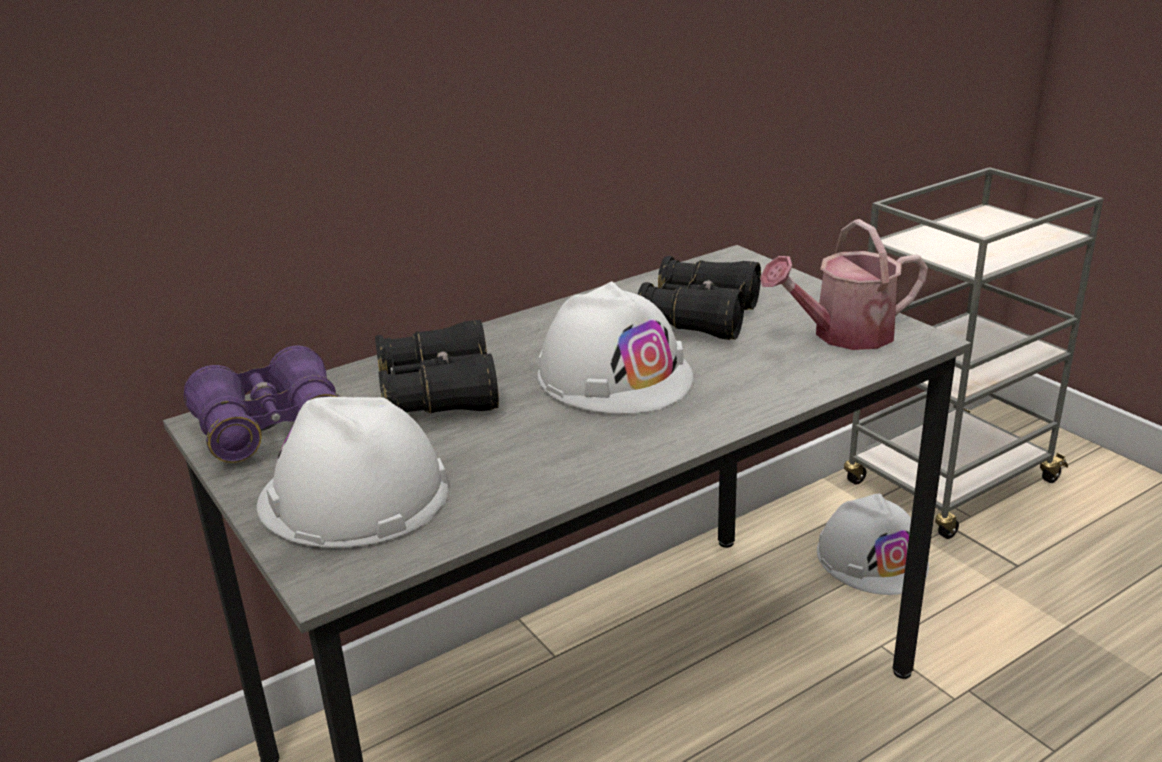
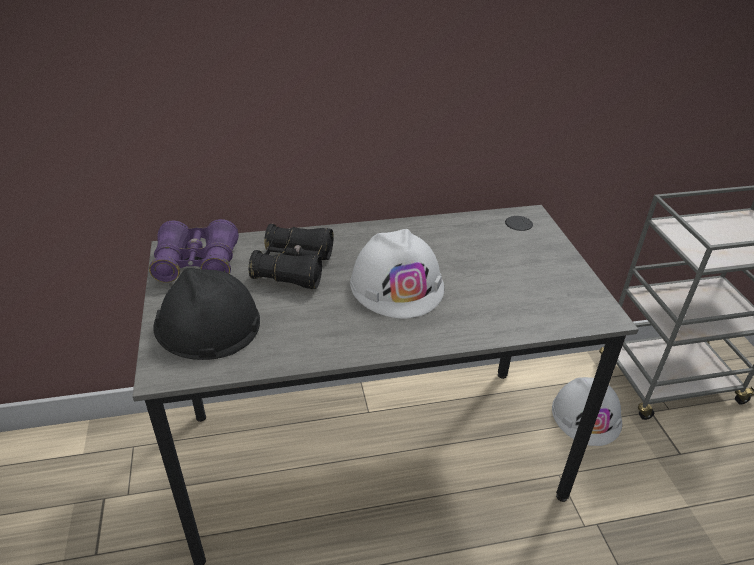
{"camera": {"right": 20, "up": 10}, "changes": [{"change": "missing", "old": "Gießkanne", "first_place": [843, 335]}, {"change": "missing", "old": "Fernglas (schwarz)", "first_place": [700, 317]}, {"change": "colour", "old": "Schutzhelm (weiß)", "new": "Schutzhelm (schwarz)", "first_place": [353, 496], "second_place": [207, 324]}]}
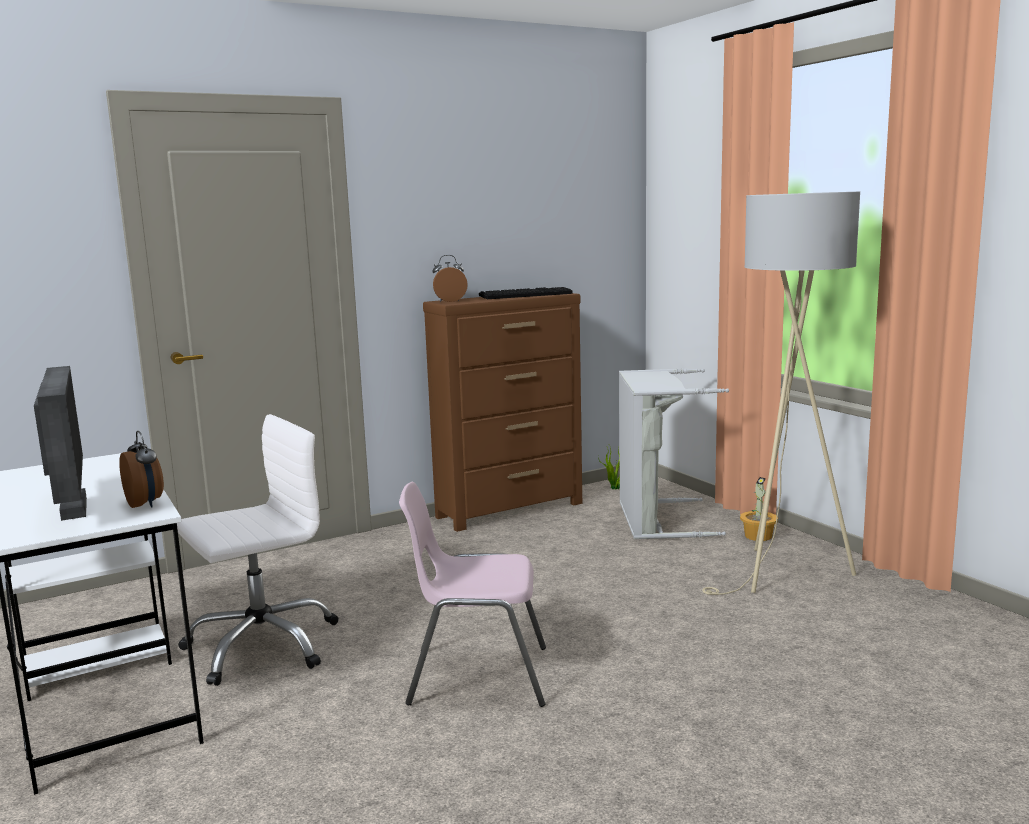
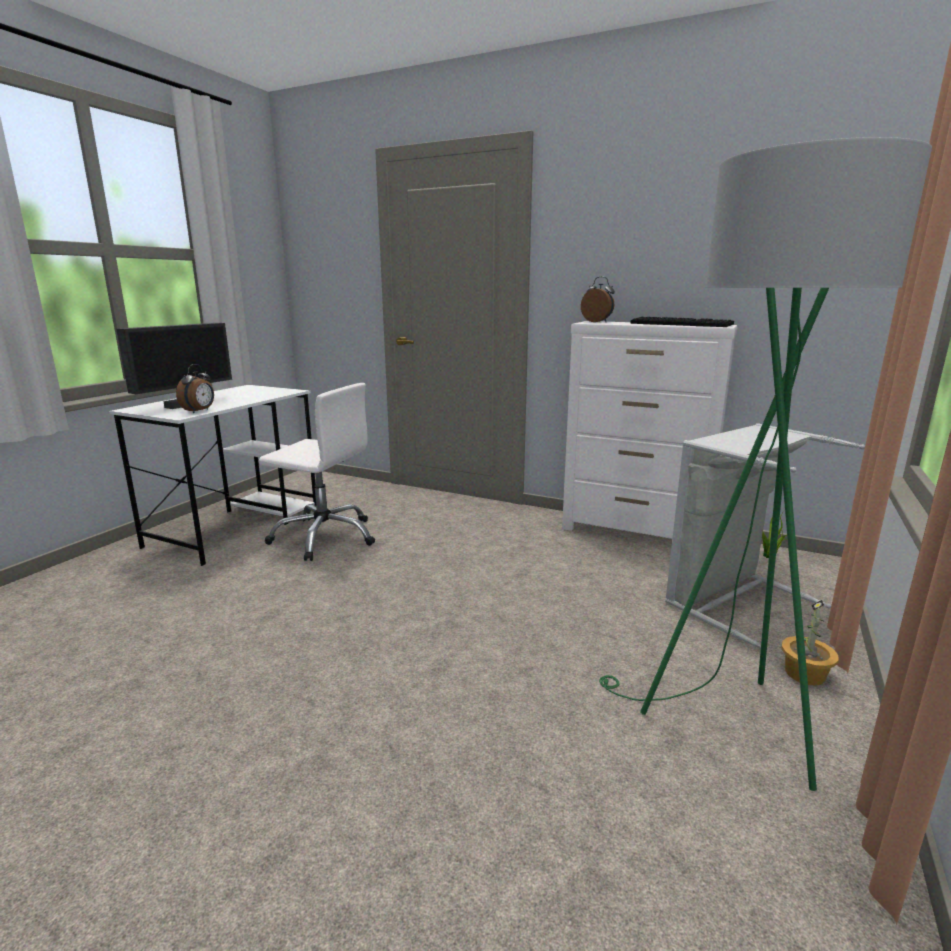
{"camera": {"right": 55, "up": 5}, "changes": [{"change": "colour", "old": "Stehlampe (beige)", "new": "Stehlampe (grün)", "first_place": [783, 576], "second_place": [721, 724]}, {"change": "colour", "old": "Kommode (braun)", "new": "Kommode (weiß)", "first_place": [511, 510], "second_place": [635, 533]}, {"change": "missing", "old": "Stuhl (rosa)", "first_place": [476, 675]}]}
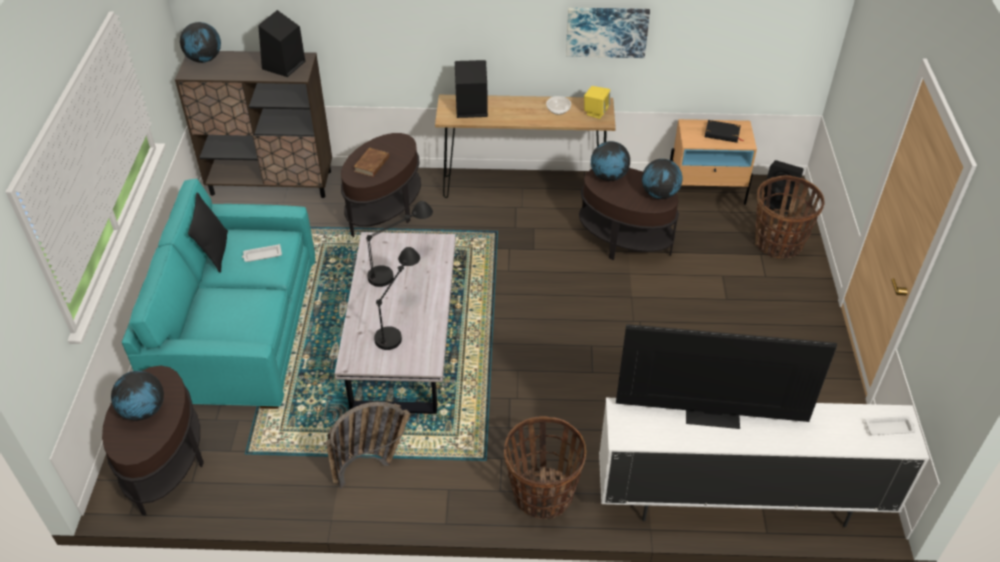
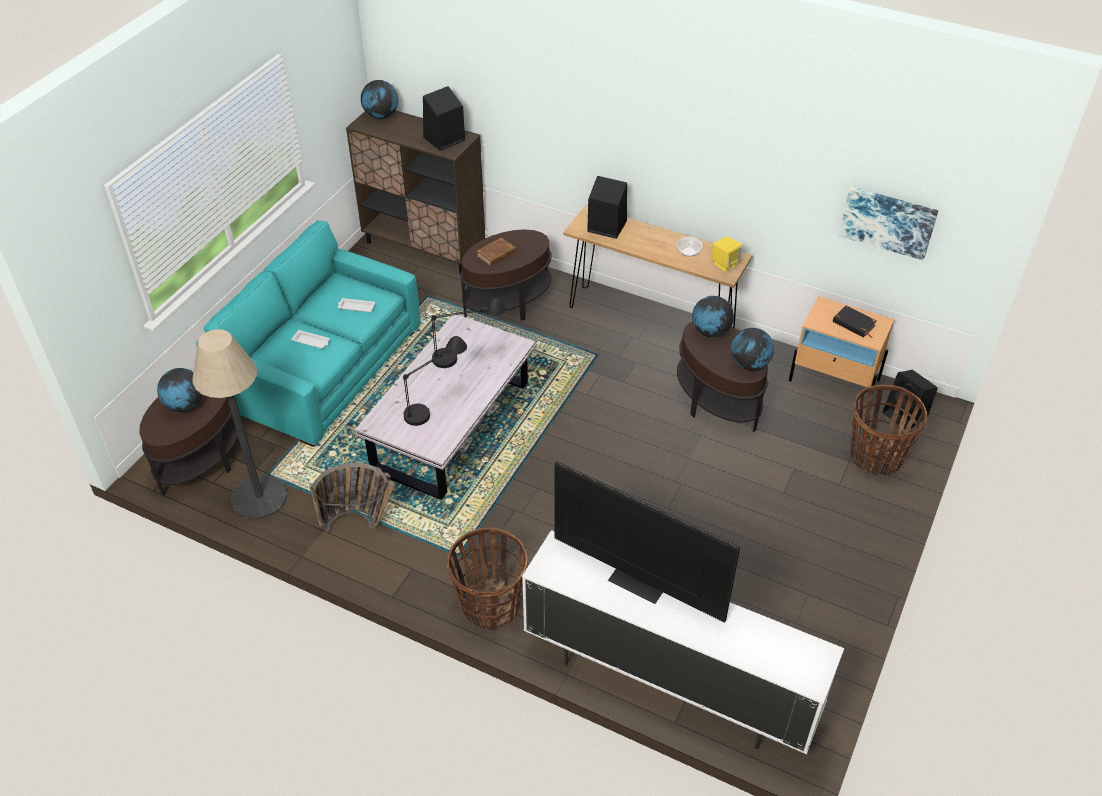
{"camera": {"right": 25, "up": 0}, "changes": [{"change": "relocated", "old": "Bild", "first_place": [606, 31], "second_place": [888, 221]}, {"change": "missing", "old": "Kissen (schwarz)", "first_place": [215, 252]}, {"change": "relocated", "old": "Tablett (weiß)", "first_place": [889, 428], "second_place": [311, 341]}, {"change": "appeared", "new": "Stehlampe", "second_place": [259, 497]}]}
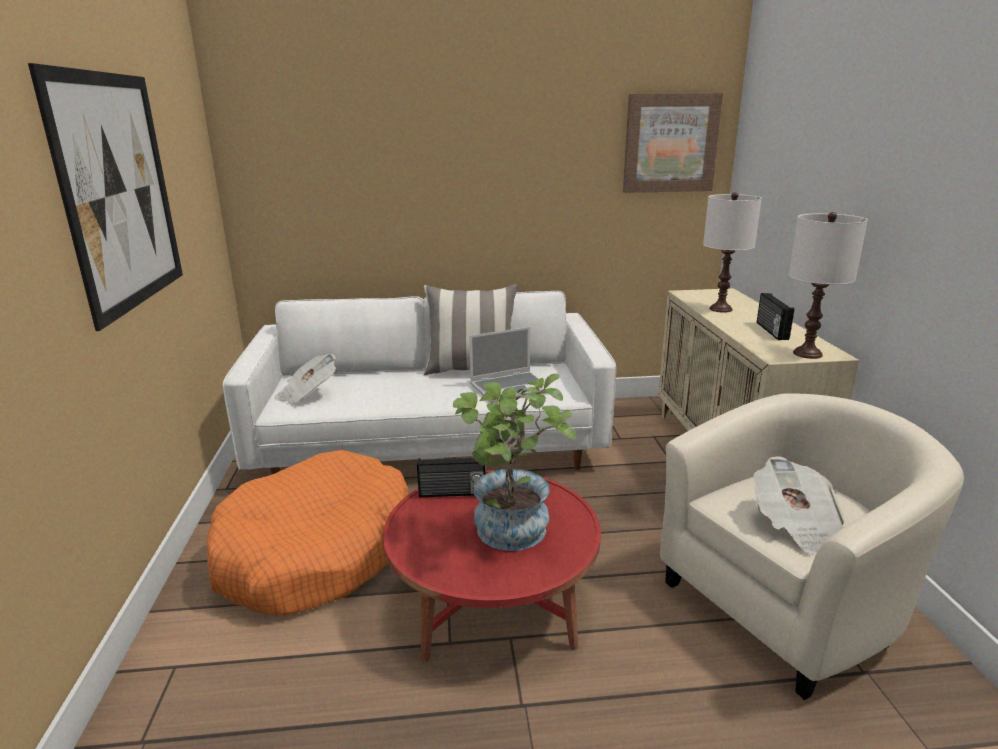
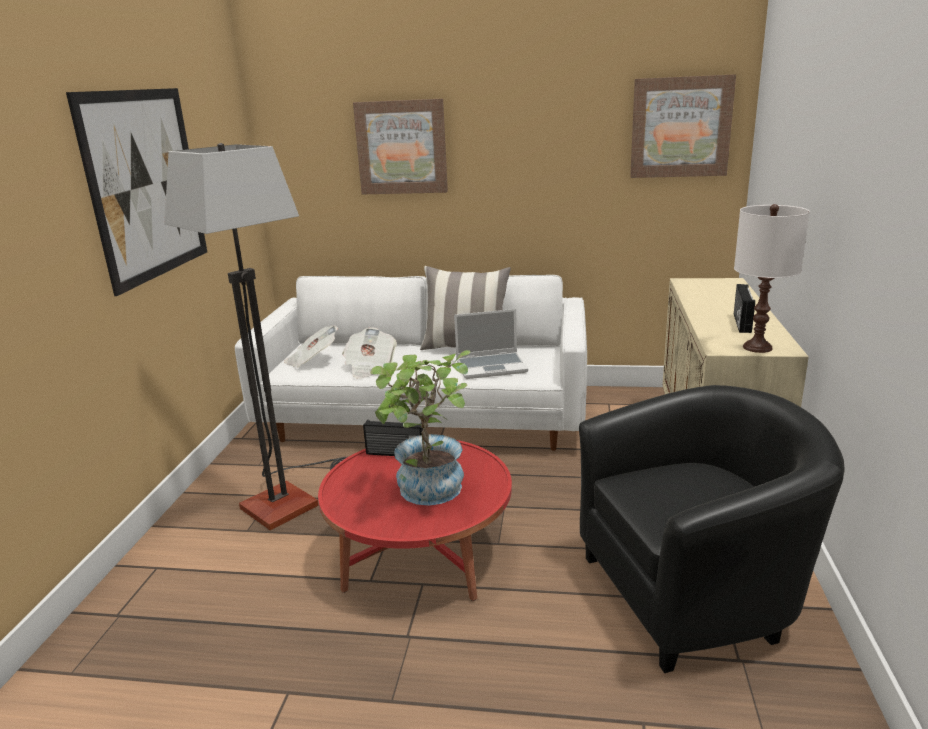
{"camera": {"right": 15, "up": 0}, "changes": [{"change": "missing", "old": "Tischlampe (weiß)", "first_place": [720, 309]}, {"change": "colour", "old": "Sessel (beige)", "new": "Sessel (schwarz)", "first_place": [786, 605], "second_place": [694, 593]}, {"change": "exchanged", "old": "Hundebett (orange)", "new": "Stehlampe", "first_place": [316, 552], "second_place": [293, 496]}, {"change": "relocated", "old": "Zeitung", "first_place": [795, 525], "second_place": [370, 367]}, {"change": "appeared", "new": "Bild", "second_place": [401, 147]}]}
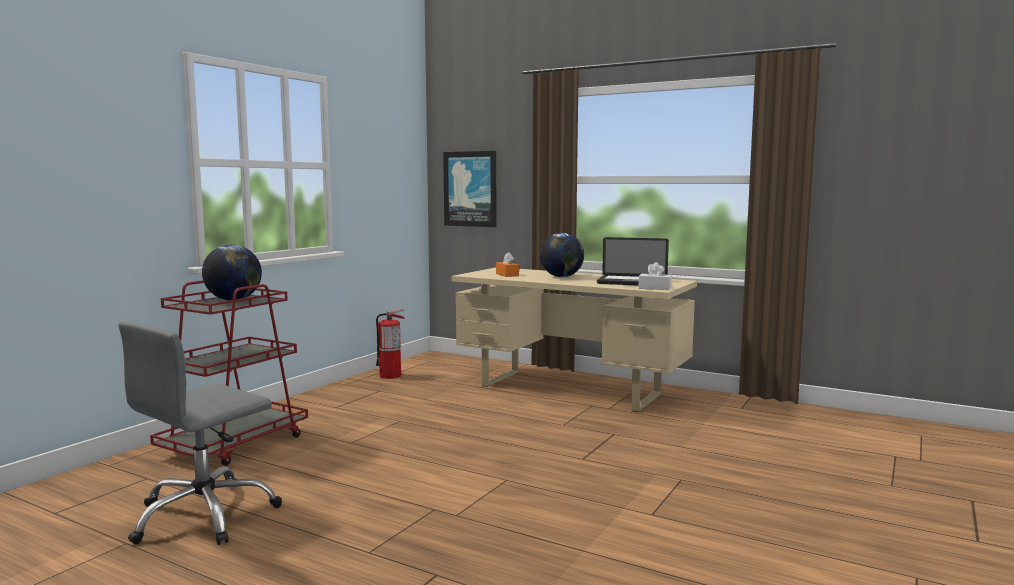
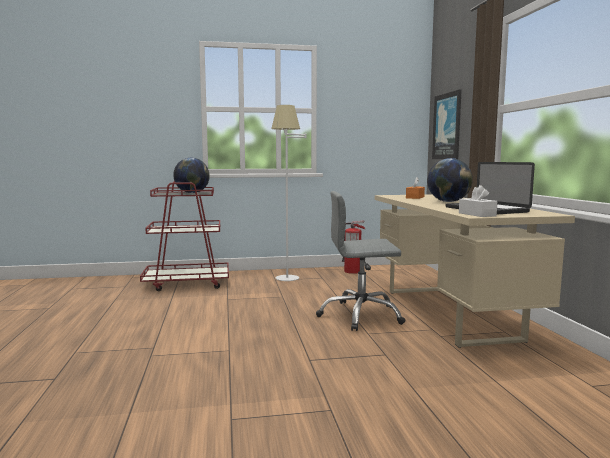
{"camera": {"right": 50, "up": 0}, "changes": [{"change": "relocated", "old": "Bürostuhl (grau)", "first_place": [205, 515], "second_place": [361, 315]}, {"change": "appeared", "new": "Stehlampe (weiß)", "second_place": [287, 281]}]}
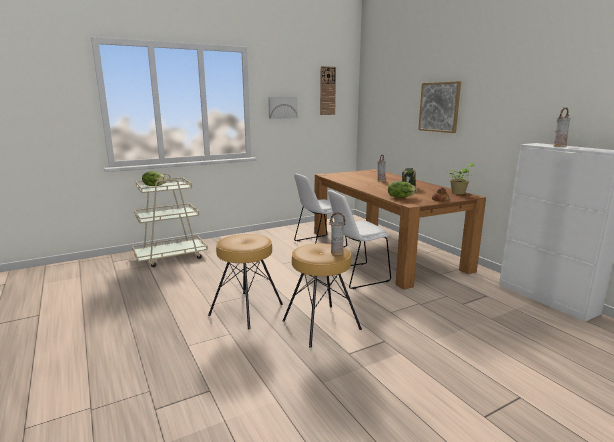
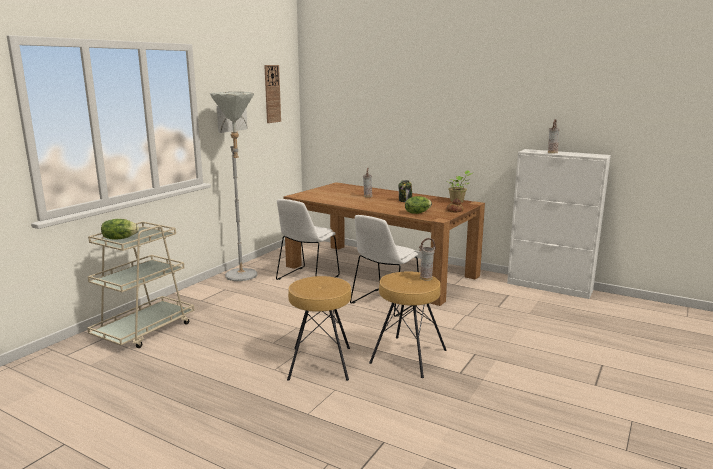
{"camera": {"right": -30, "up": 0}, "changes": [{"change": "missing", "old": "Bild", "first_place": [439, 107]}, {"change": "appeared", "new": "Stehlampe (grau)", "second_place": [243, 278]}]}
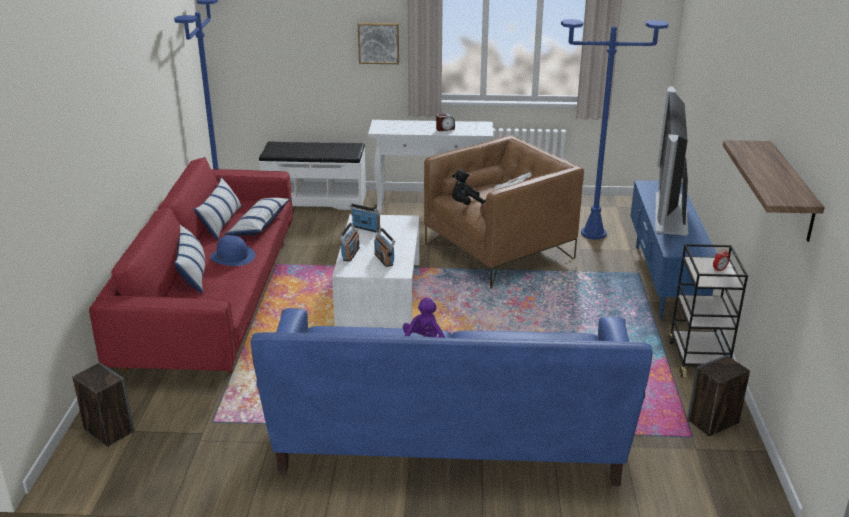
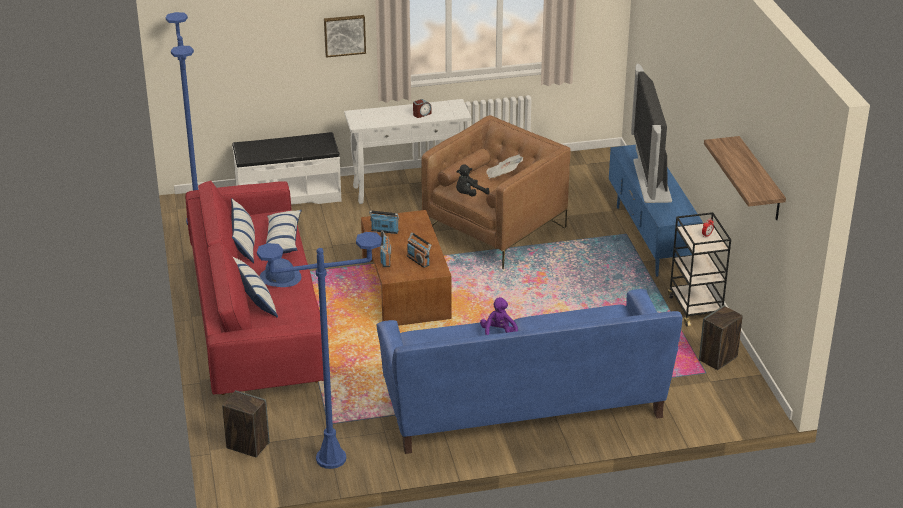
{"camera": {"right": -15, "up": 5}, "changes": [{"change": "relocated", "old": "Stehlampe (blau)", "first_place": [593, 233], "second_place": [331, 458]}, {"change": "colour", "old": "Couchtisch (weiß)", "new": "Couchtisch (braun)", "first_place": [379, 293], "second_place": [405, 288]}]}
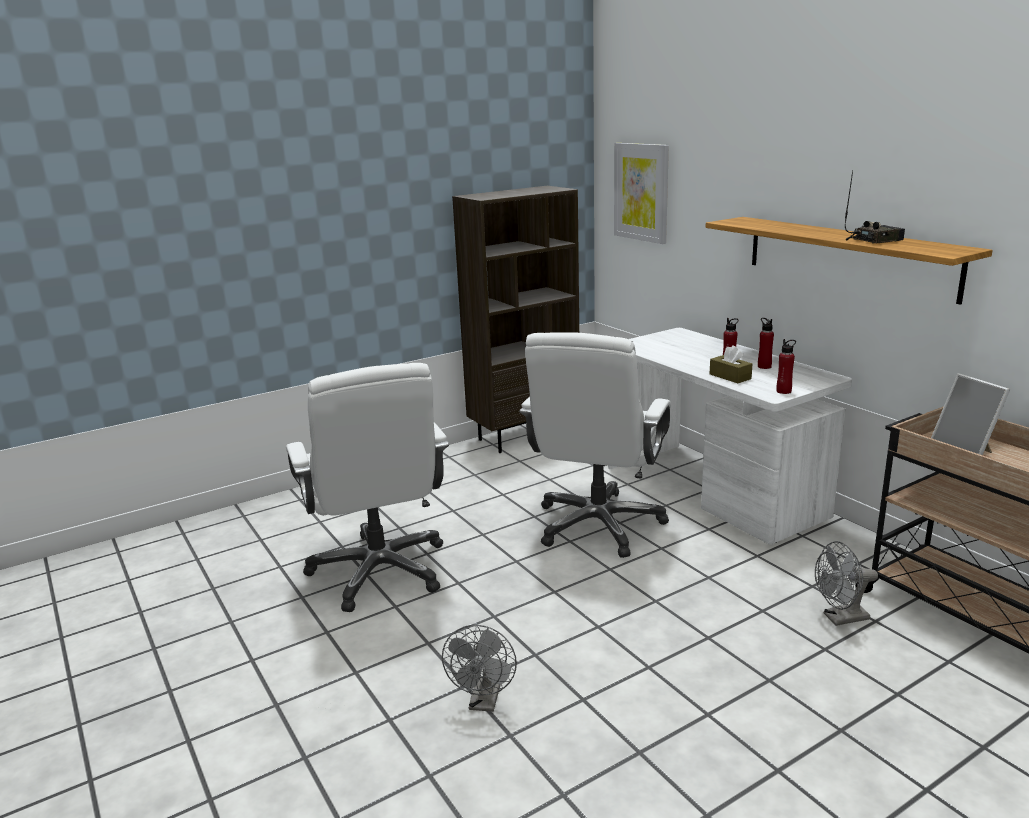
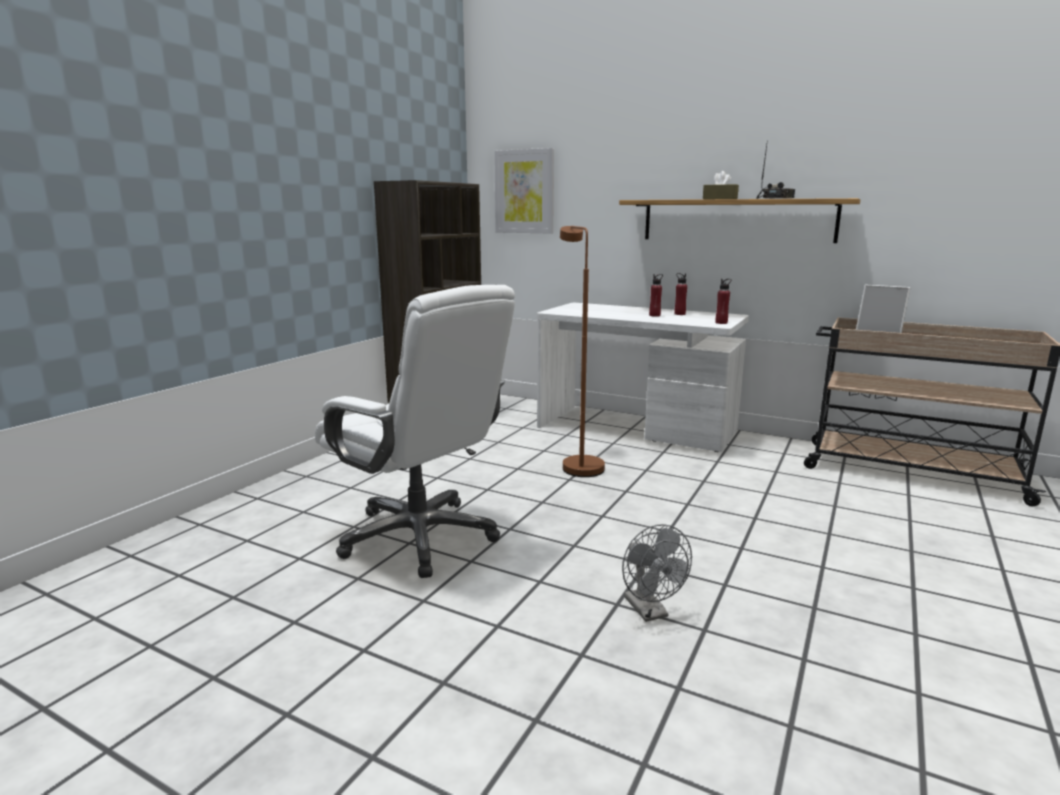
{"camera": {"right": -30, "up": -5}, "changes": [{"change": "exchanged", "old": "Bürostuhl (weiß)", "new": "Stehlampe (braun)", "first_place": [598, 525], "second_place": [578, 464]}, {"change": "relocated", "old": "Taschentuchbox (braun)", "first_place": [730, 376], "second_place": [720, 199]}, {"change": "missing", "old": "Ventilator (grau)", "first_place": [840, 618]}]}
